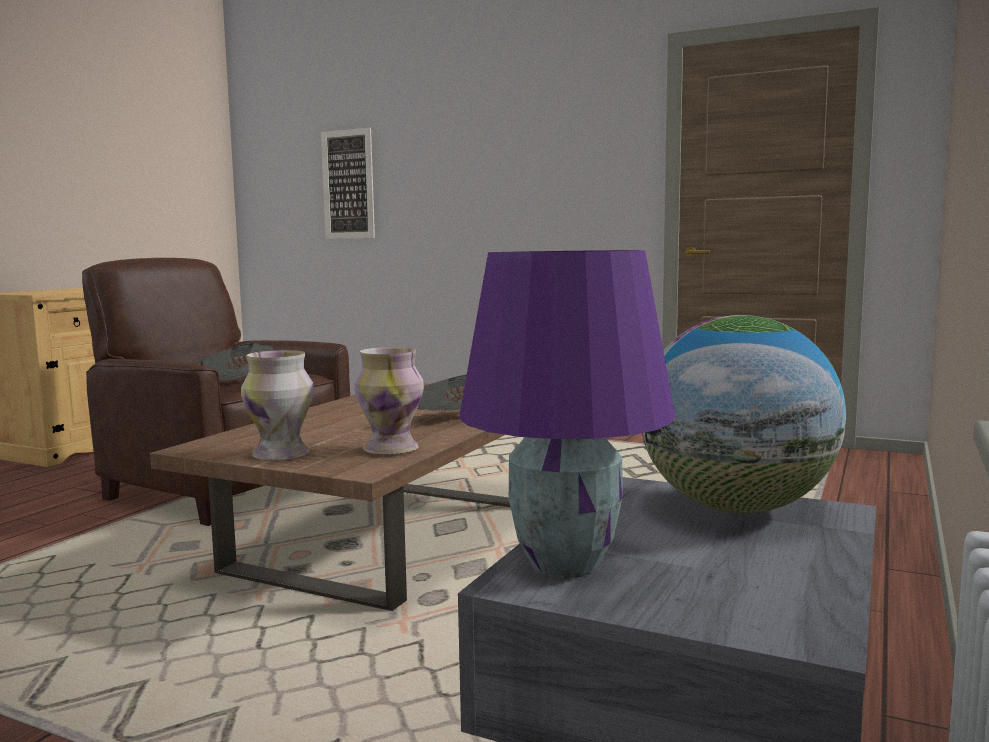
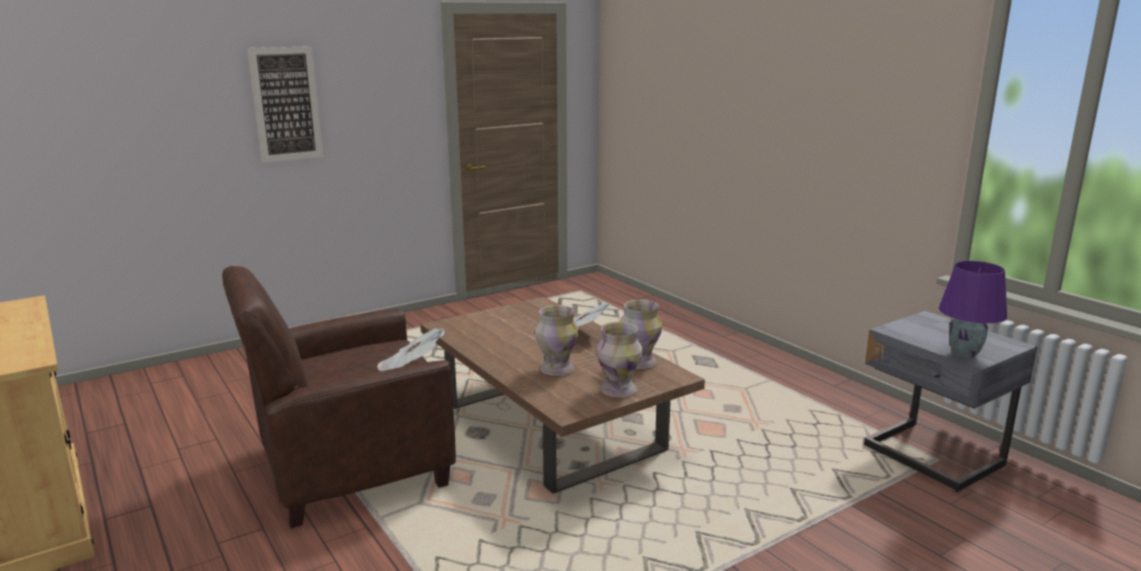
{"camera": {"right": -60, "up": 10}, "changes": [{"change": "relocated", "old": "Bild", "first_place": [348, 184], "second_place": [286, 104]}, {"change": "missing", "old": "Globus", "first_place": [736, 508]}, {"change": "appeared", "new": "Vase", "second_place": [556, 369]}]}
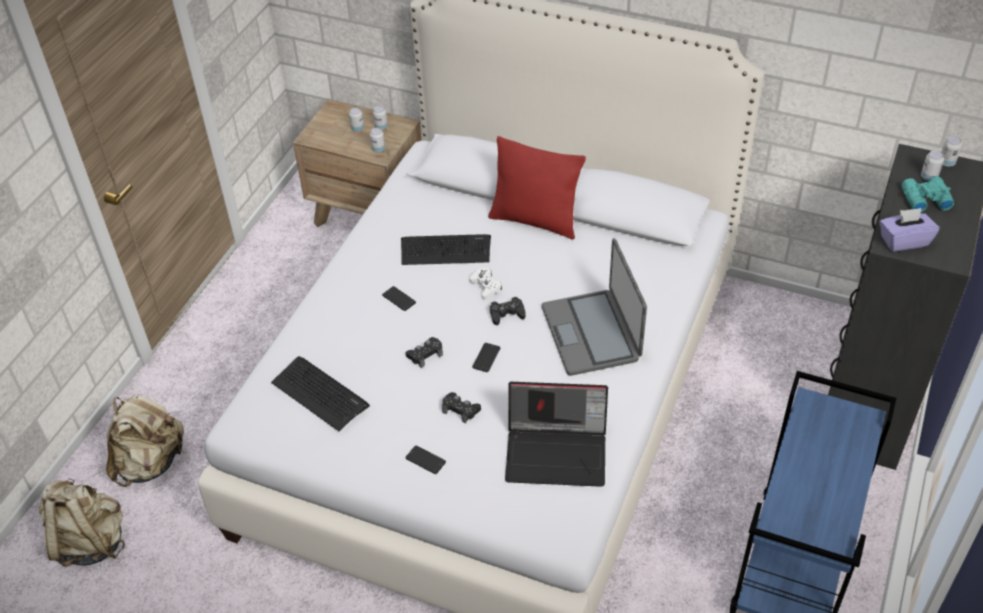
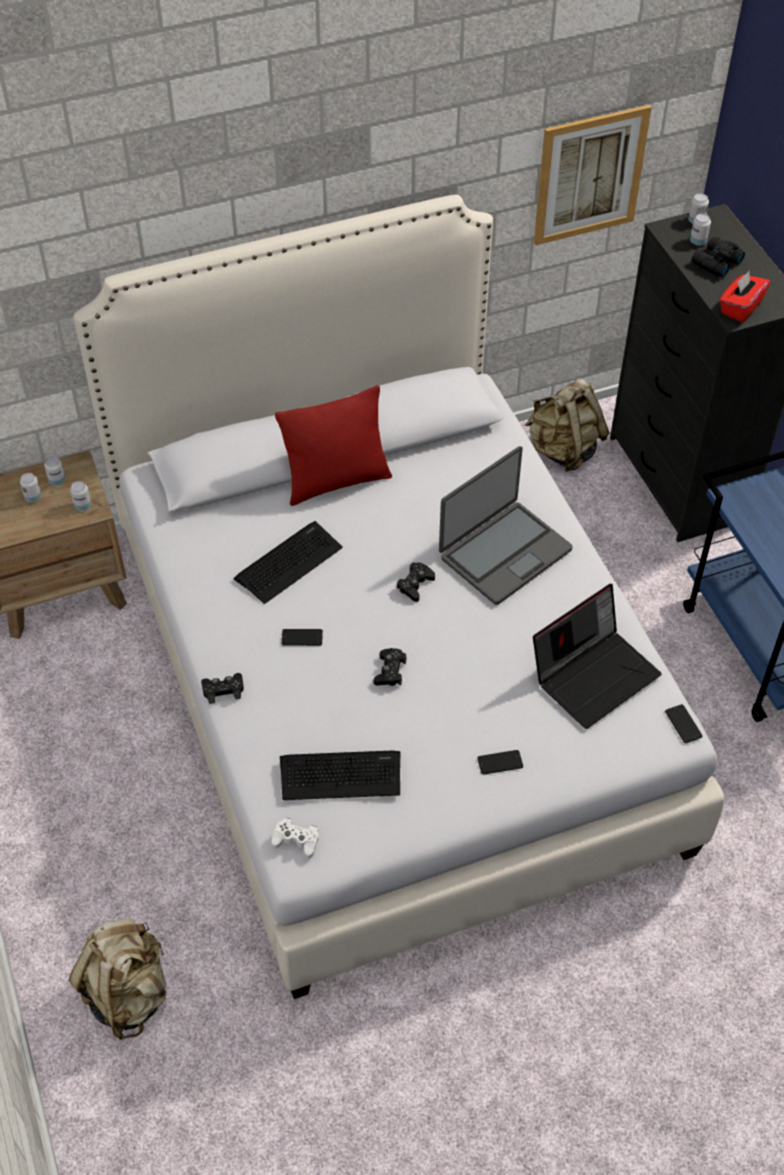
{"camera": {"right": -45, "up": 5}, "changes": [{"change": "colour", "old": "Fernglas (türkis)", "new": "Fernglas (schwarz)", "first_place": [924, 199], "second_place": [715, 263]}, {"change": "colour", "old": "Taschentuchbox (lila)", "new": "Taschentuchbox (rot)", "first_place": [903, 241], "second_place": [740, 308]}, {"change": "spun", "old": "Laptop", "first_place": [591, 333], "second_place": [504, 553], "degrees": -75}, {"change": "relocated", "old": "Gamepad (weiß)", "first_place": [486, 286], "second_place": [296, 841]}, {"change": "relocated", "old": "Handy", "first_place": [486, 357], "second_place": [683, 724]}, {"change": "relocated", "old": "Gamepad (schwarz)", "first_place": [460, 410], "second_place": [223, 690]}, {"change": "relocated", "old": "Rucksack (beige)", "first_place": [91, 542], "second_place": [563, 450]}, {"change": "appeared", "new": "Bild", "second_place": [589, 175]}]}
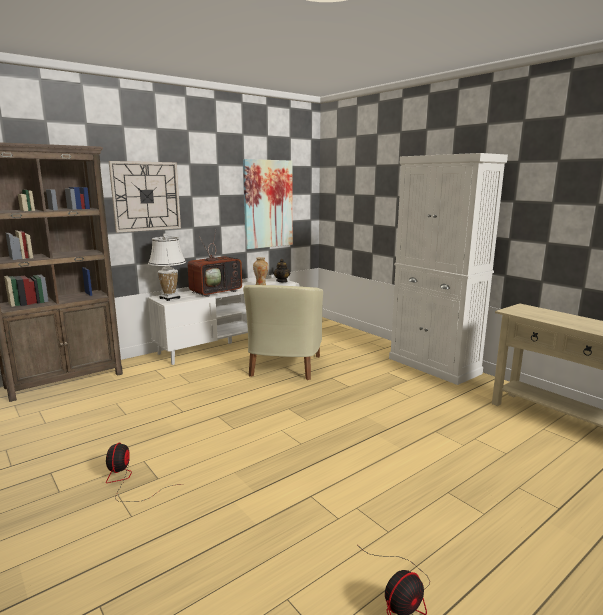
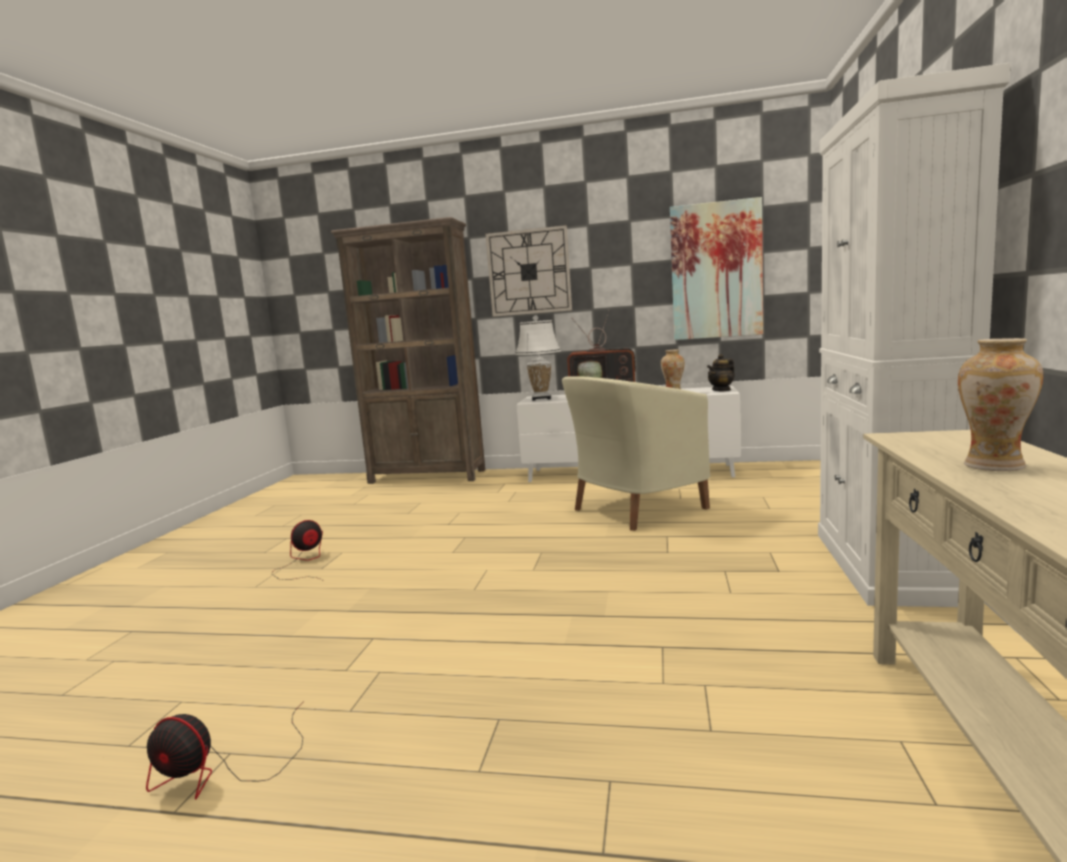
{"camera": {"right": 50, "up": -5}, "changes": [{"change": "appeared", "new": "Vase", "second_place": [993, 466]}]}
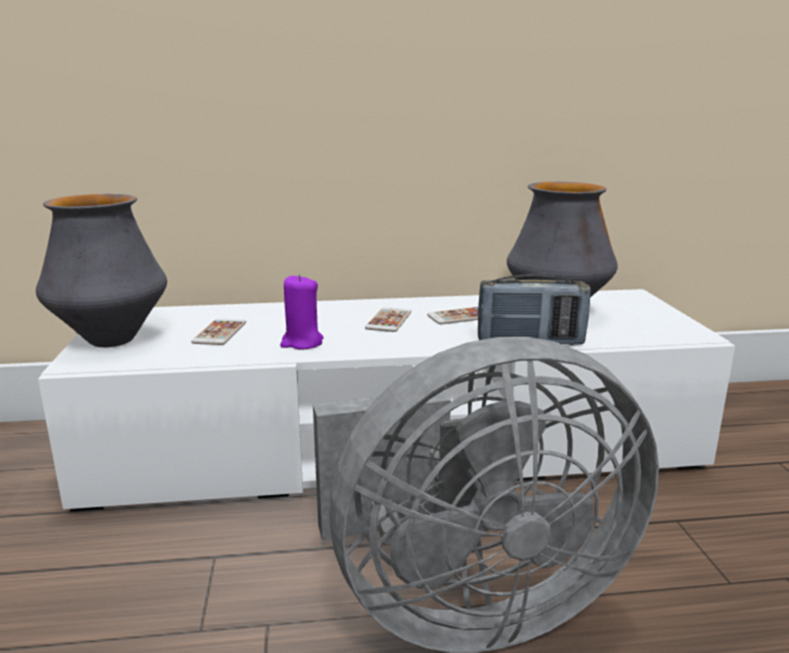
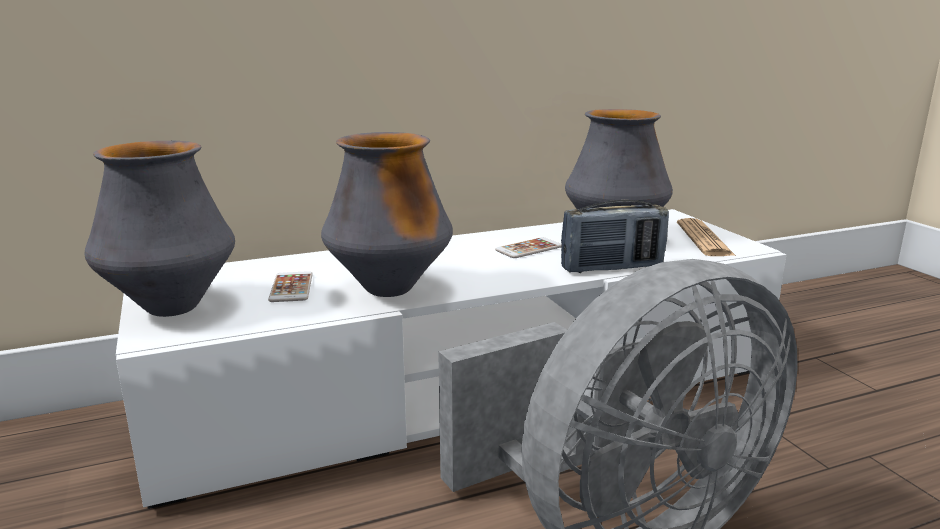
{"camera": {"right": -15, "up": 0}, "changes": [{"change": "exchanged", "old": "Kerze (lila)", "new": "Vase", "first_place": [302, 343], "second_place": [390, 290]}, {"change": "missing", "old": "Handy", "first_place": [389, 320]}, {"change": "appeared", "new": "Zeitung", "second_place": [704, 239]}]}
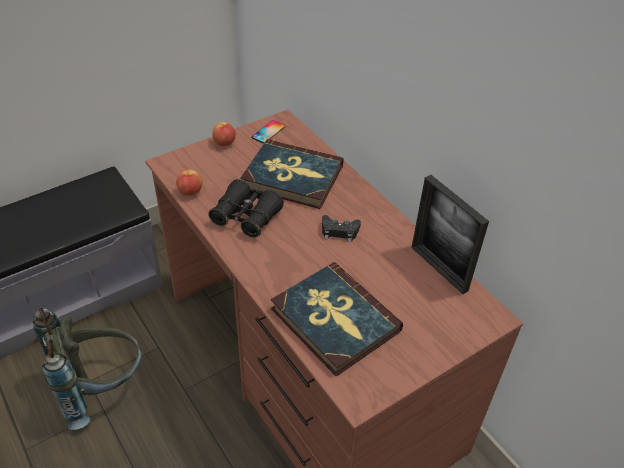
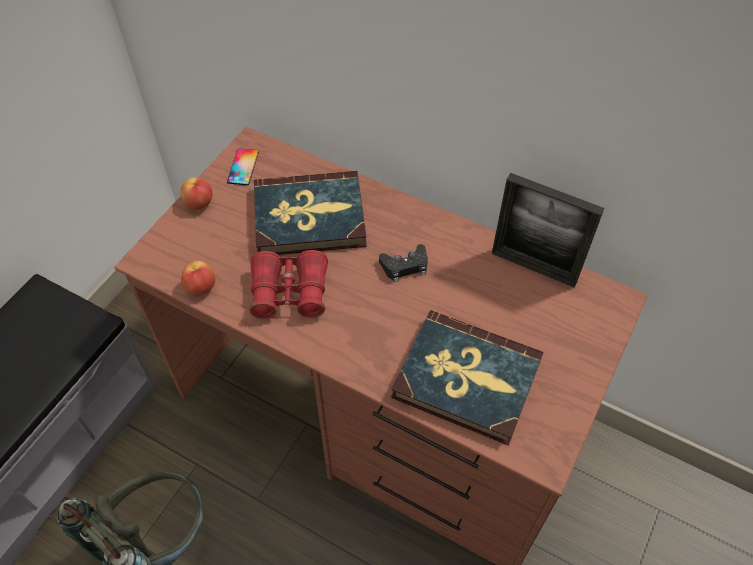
{"camera": {"right": -25, "up": 10}, "changes": [{"change": "colour", "old": "Fernglas (schwarz)", "new": "Fernglas (rot)", "first_place": [246, 217], "second_place": [289, 292]}]}
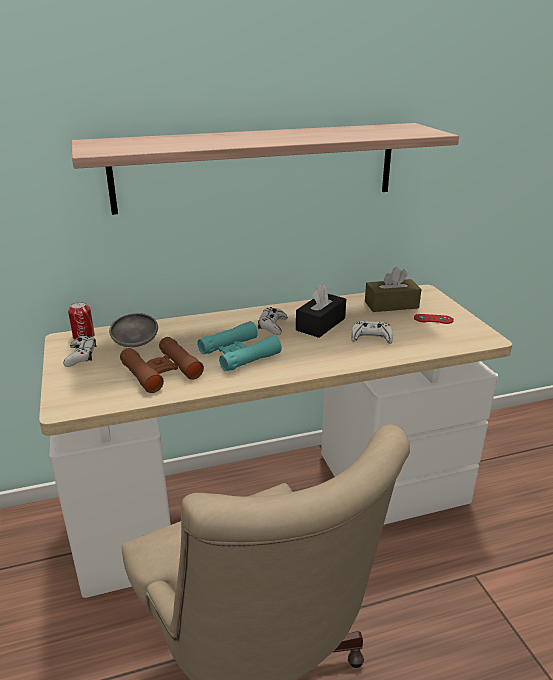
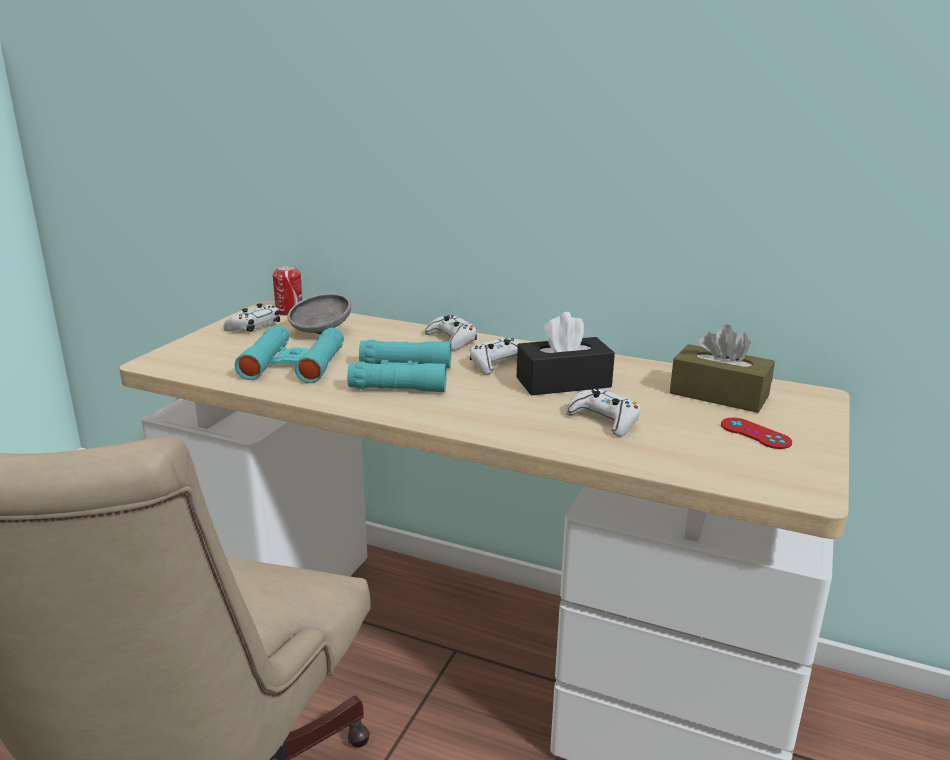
{"camera": {"right": 40, "up": -5}, "changes": [{"change": "missing", "old": "Wandregal", "first_place": [257, 167]}, {"change": "colour", "old": "Fernglas (braun)", "new": "Fernglas (türkis)", "first_place": [161, 371], "second_place": [293, 364]}, {"change": "appeared", "new": "Gamepad (weiß)", "second_place": [451, 340]}]}
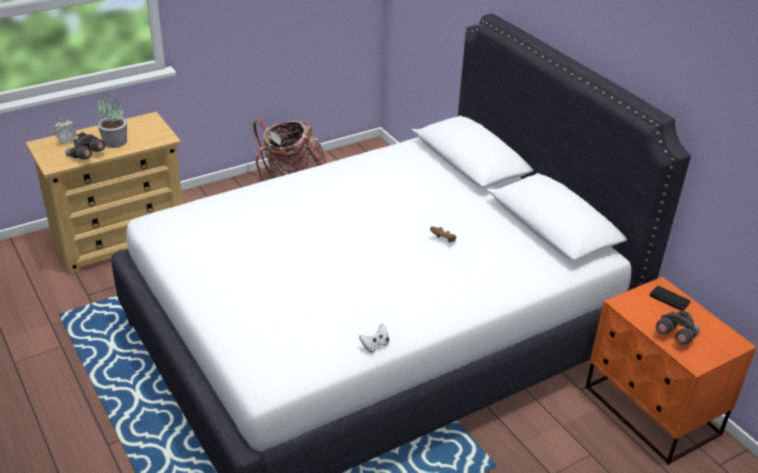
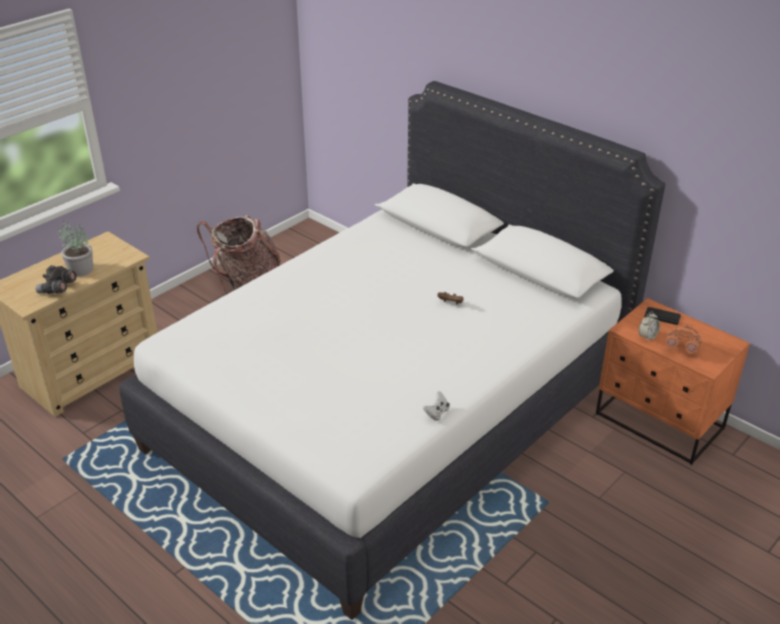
{"camera": {"right": -15, "up": 0}, "changes": [{"change": "relocated", "old": "Wecker", "first_place": [67, 142], "second_place": [647, 336]}, {"change": "colour", "old": "Fernglas (grau)", "new": "Fernglas (orange)", "first_place": [675, 336], "second_place": [681, 348]}]}
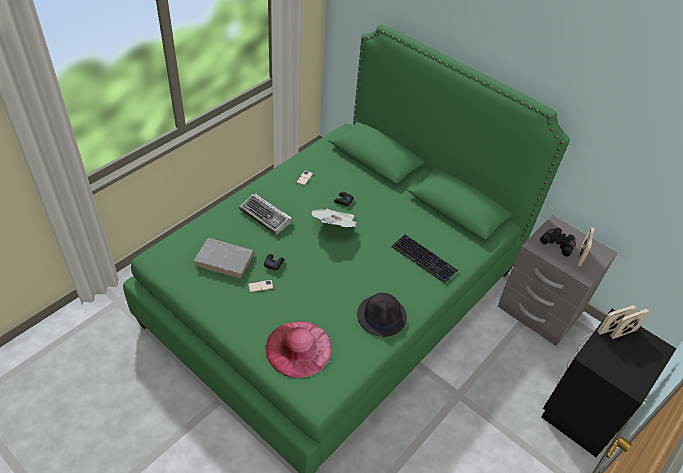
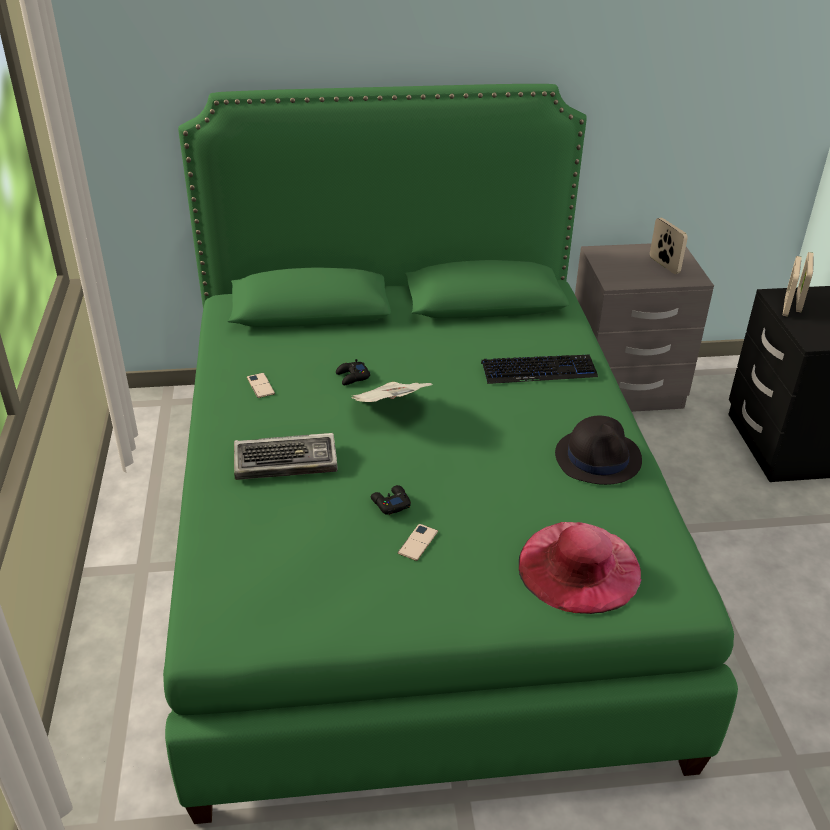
{"camera": {"right": -45, "up": -10}, "changes": [{"change": "missing", "old": "Fernglas (schwarz)", "first_place": [558, 244]}, {"change": "missing", "old": "Buch (grau)", "first_place": [225, 259]}]}
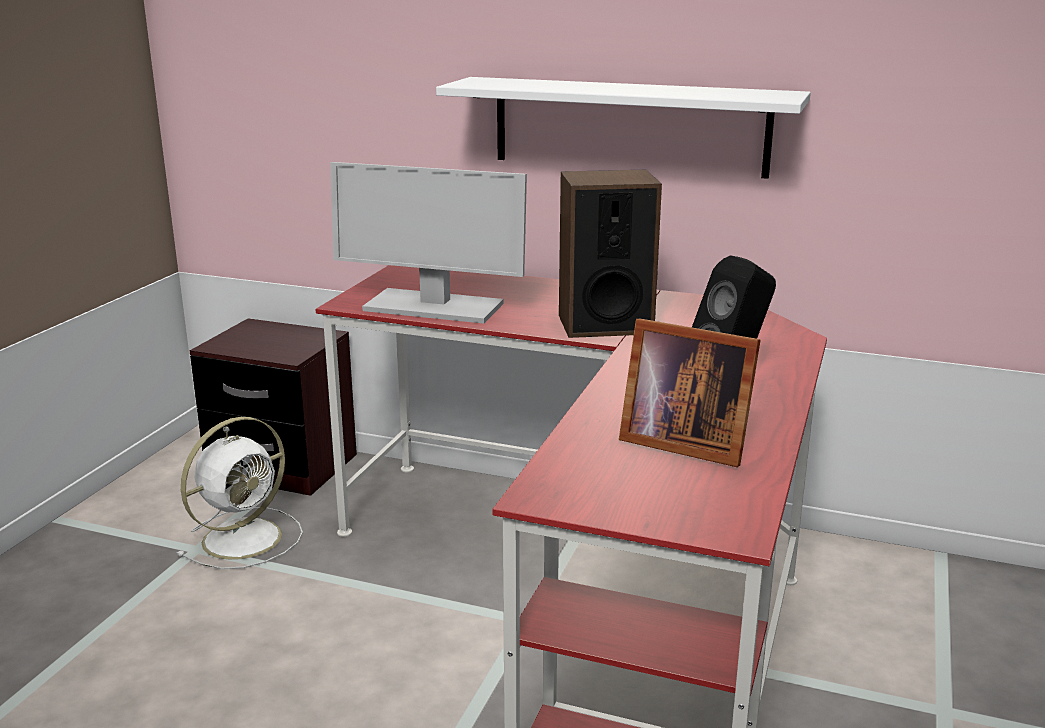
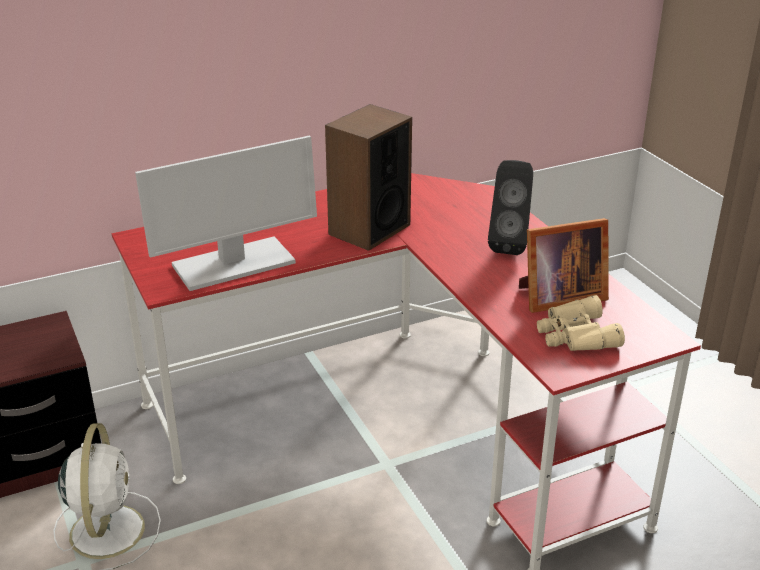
{"camera": {"right": -45, "up": 10}, "changes": [{"change": "missing", "old": "Wandregal (weiß)", "first_place": [629, 126]}, {"change": "appeared", "new": "Fernglas (beige)", "second_place": [575, 335]}]}
